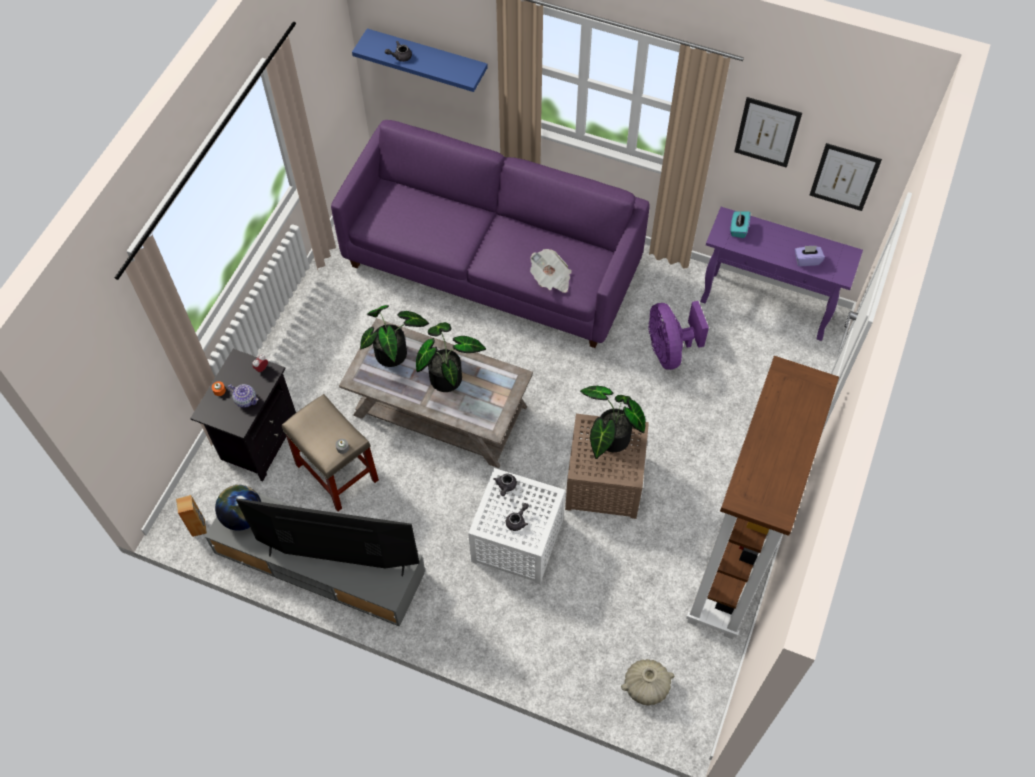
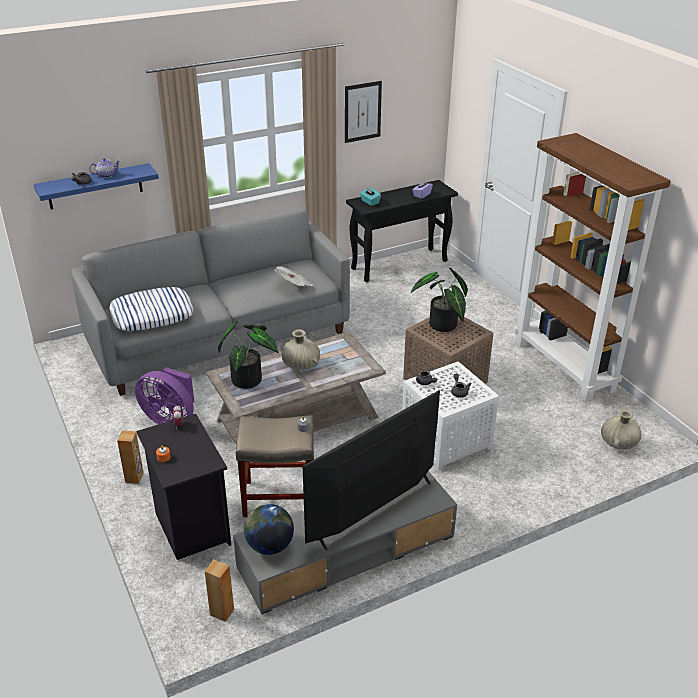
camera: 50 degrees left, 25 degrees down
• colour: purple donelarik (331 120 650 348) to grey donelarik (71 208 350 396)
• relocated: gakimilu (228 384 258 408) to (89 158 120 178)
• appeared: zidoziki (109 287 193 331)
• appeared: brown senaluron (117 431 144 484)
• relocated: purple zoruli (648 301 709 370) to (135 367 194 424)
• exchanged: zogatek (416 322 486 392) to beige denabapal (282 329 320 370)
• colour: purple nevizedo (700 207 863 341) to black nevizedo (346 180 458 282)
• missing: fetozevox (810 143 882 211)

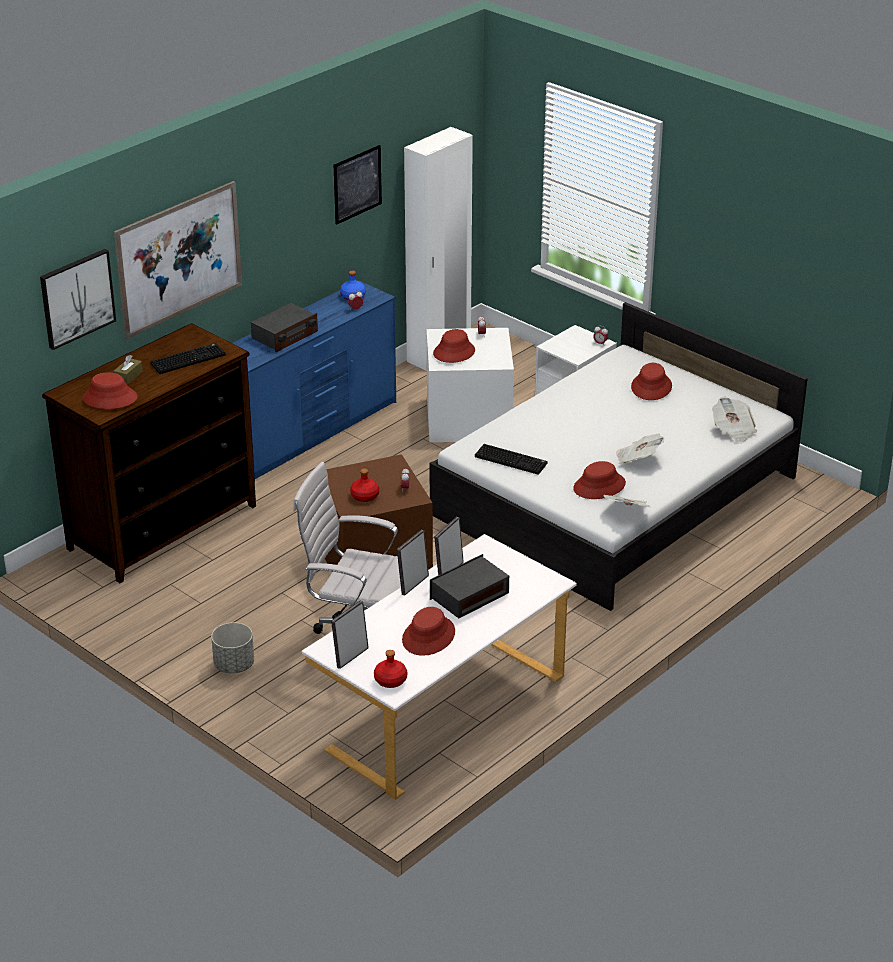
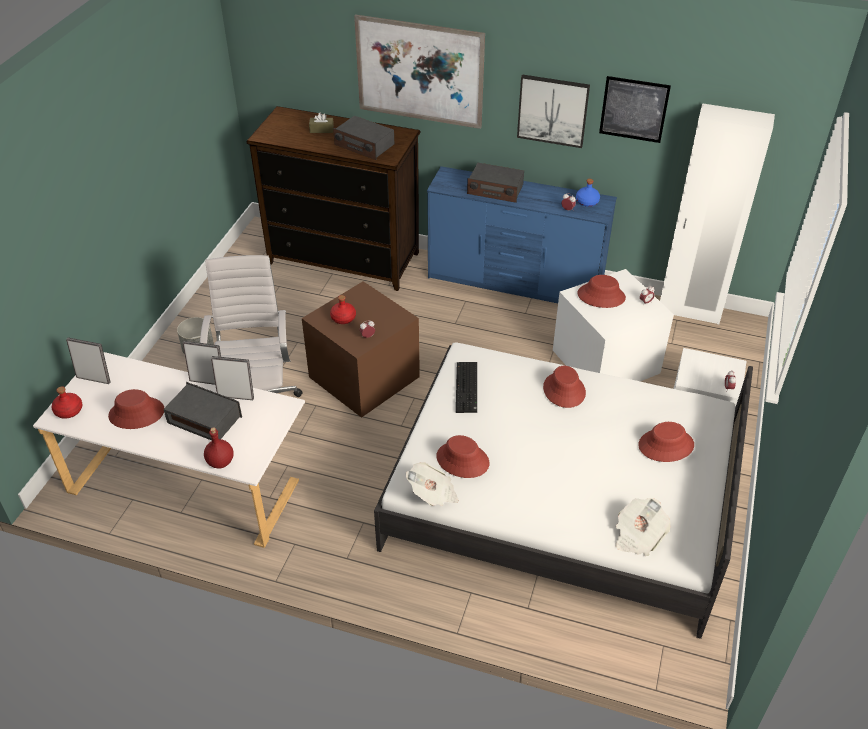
camera: 65 degrees right, 10 degrees up
• appeared: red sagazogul (204 427 234 469)
• exchanged: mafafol (151 343 226 374) to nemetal (333 116 394 160)
• relocated: fetozevox (40 249 116 350) to (517 74 590 148)
• relocated: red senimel (83 373 138 409) to (543 366 586 408)
• missing: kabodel (616 433 664 464)

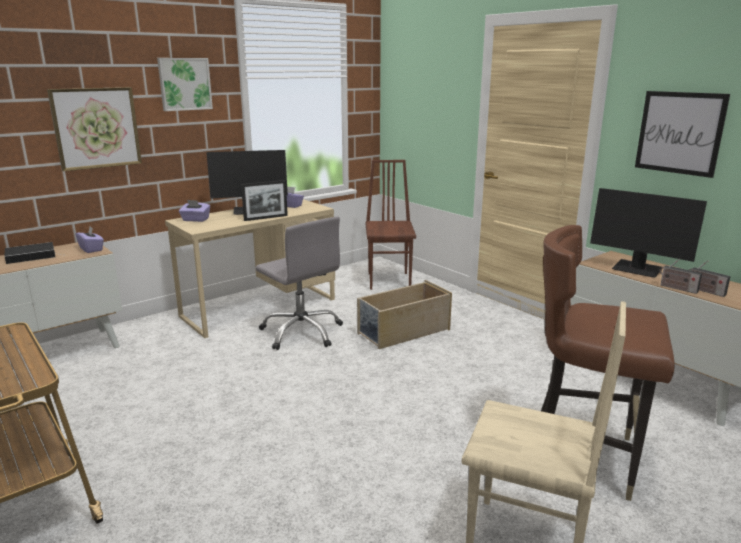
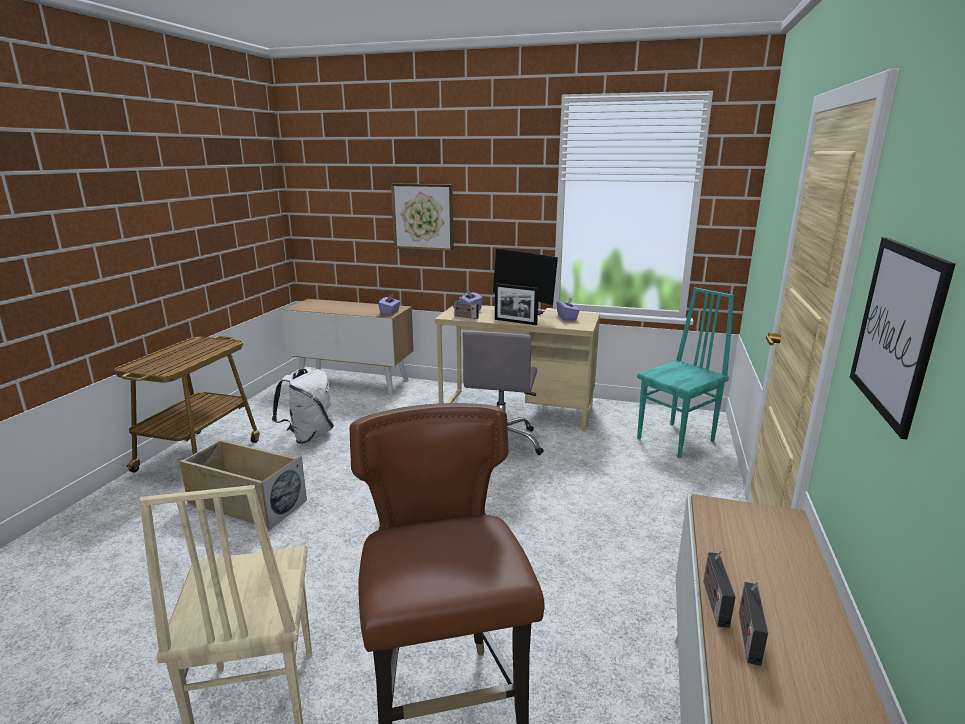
camera: 55 degrees right, 0 degrees up
• relocated: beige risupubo (357 280 452 349) to (179 439 307 530)
• appeared: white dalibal (272 368 334 444)
• appeared: nemetal (453 295 479 319)
• colour: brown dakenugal (366 160 416 290) to turquoise dakenugal (637 287 734 458)
• missing: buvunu (4 242 62 264)
• missing: fetozevox (157 58 213 111)
• missing: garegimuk (590 188 707 278)

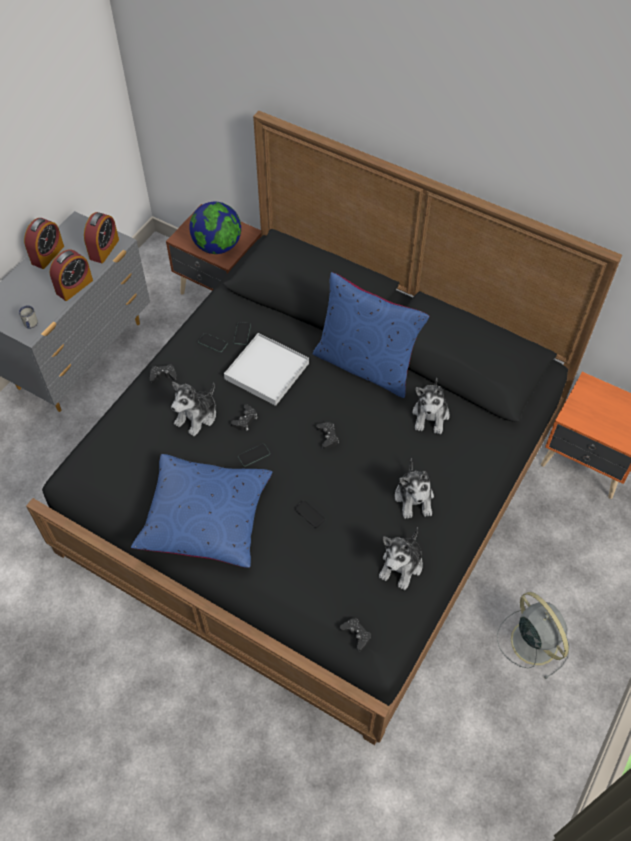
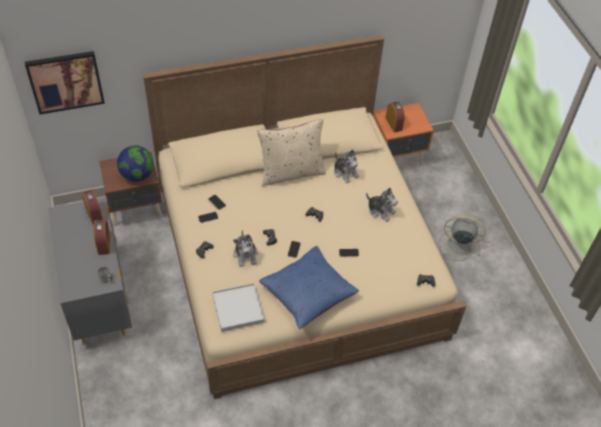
camera: 50 degrees left, 5 degrees down
• appeared: fetozevox (25 51 105 114)
• colour: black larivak (26 111 622 745) to beige larivak (143 35 466 399)
• relocated: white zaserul (224 333 309 406) to (212 283 265 332)
• colour: blue zidoziki (313 272 430 398) to beige zidoziki (257 119 326 186)
• relocated: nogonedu (24 218 64 269) to (385 101 405 133)
• missing: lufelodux (379 527 423 590)

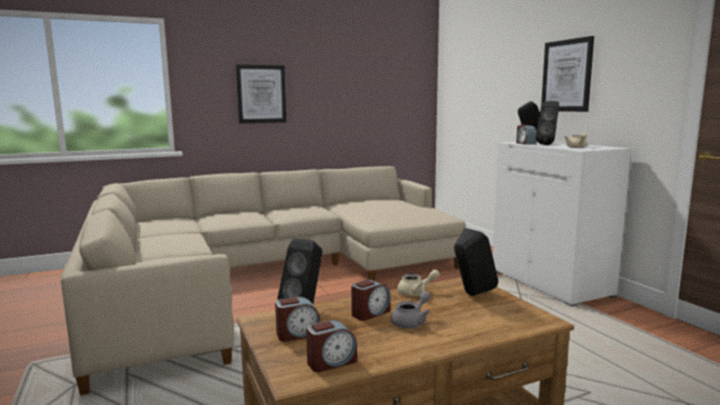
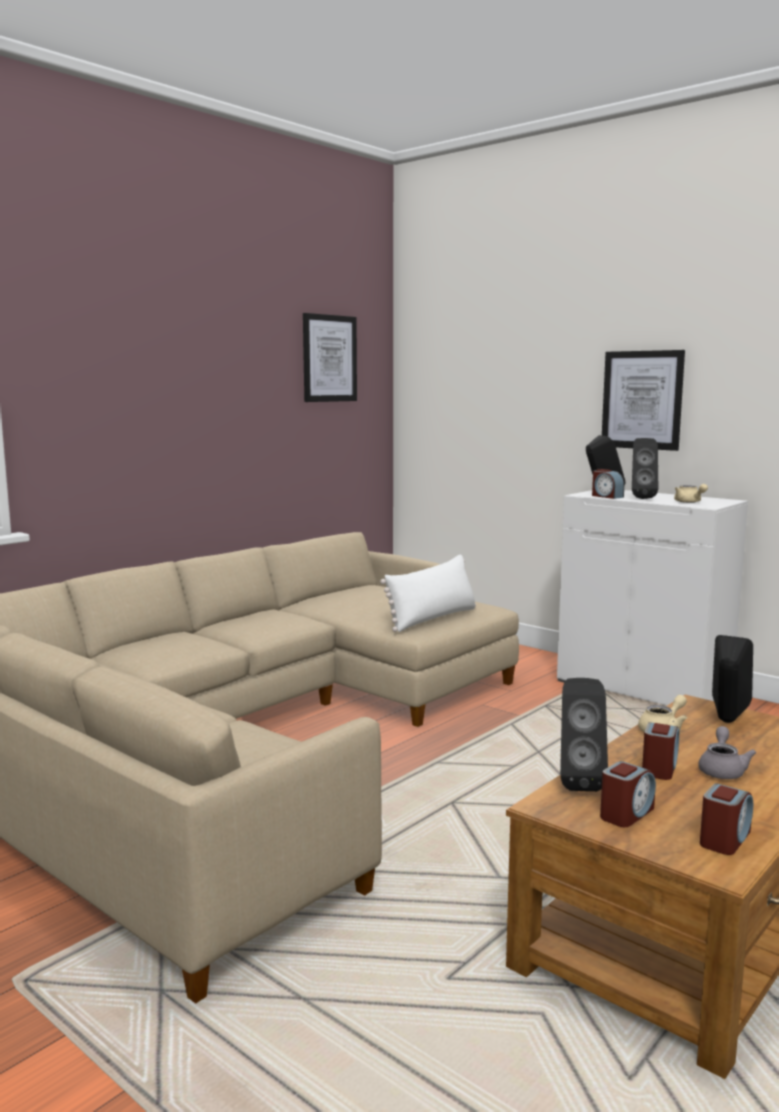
camera: 25 degrees left, 0 degrees up
• relocated: fetozevox (236 64 286 124) to (303 313 357 402)
• appeared: white zidoziki (380 554 476 632)

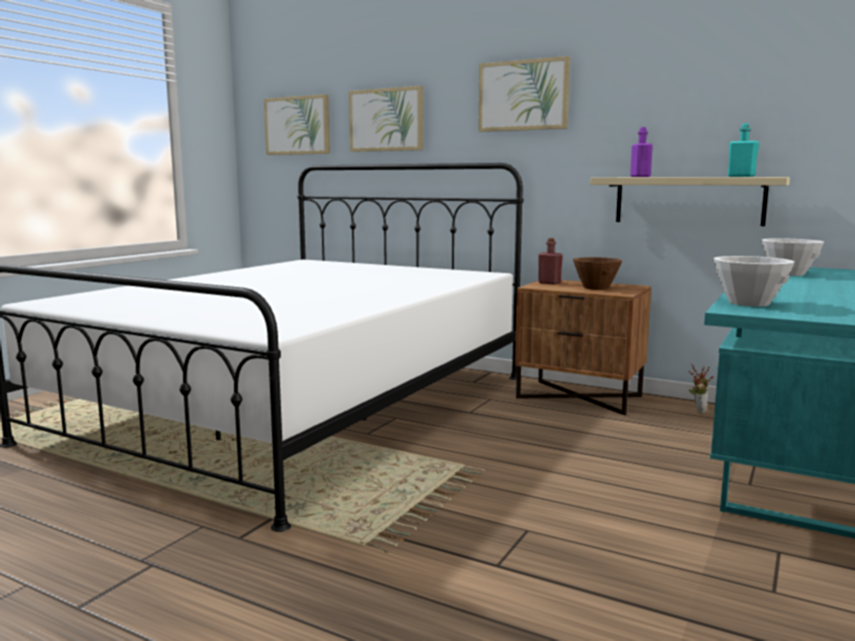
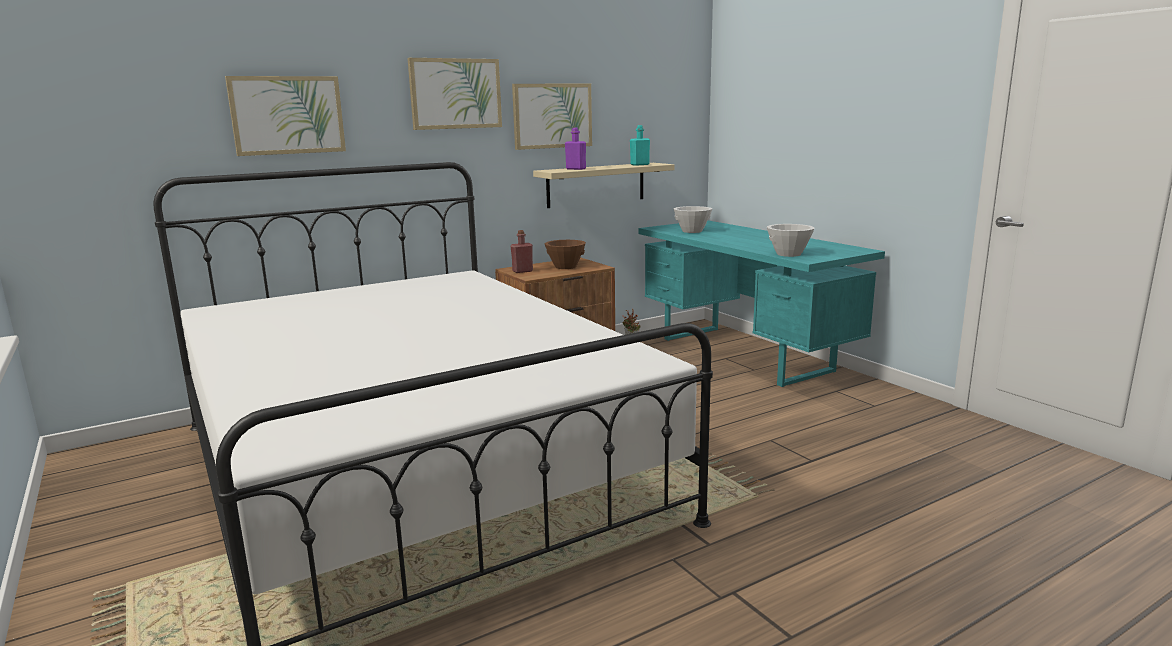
camera: 60 degrees left, 5 degrees up
• relocated: fetozevox (264 94 330 155) to (512 84 592 150)

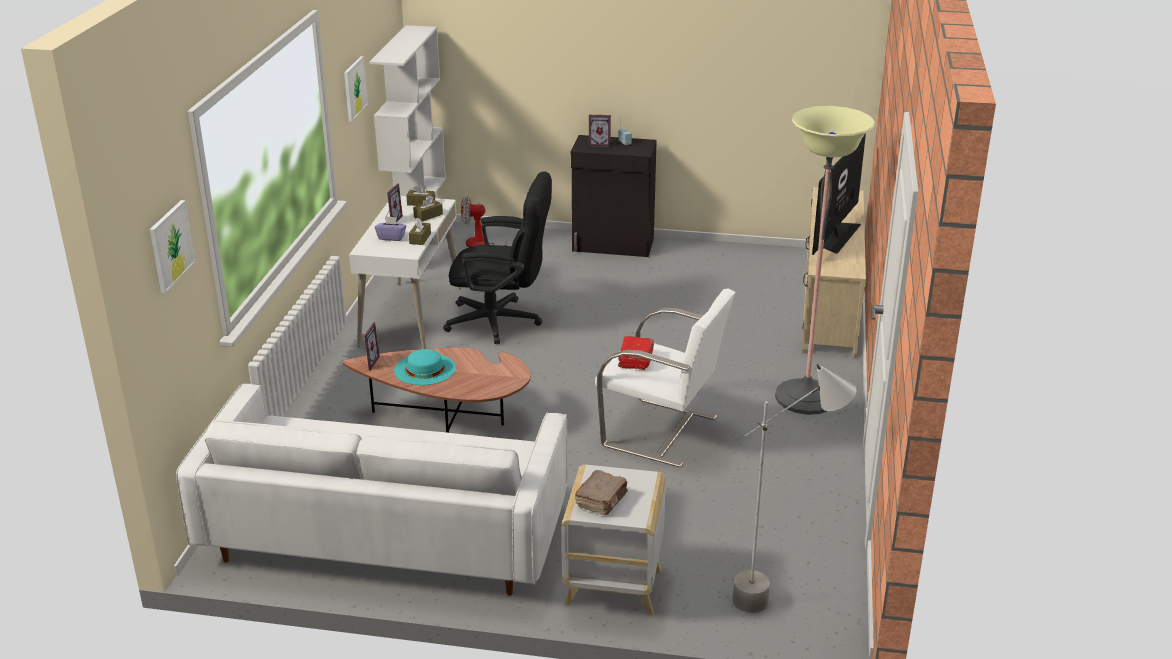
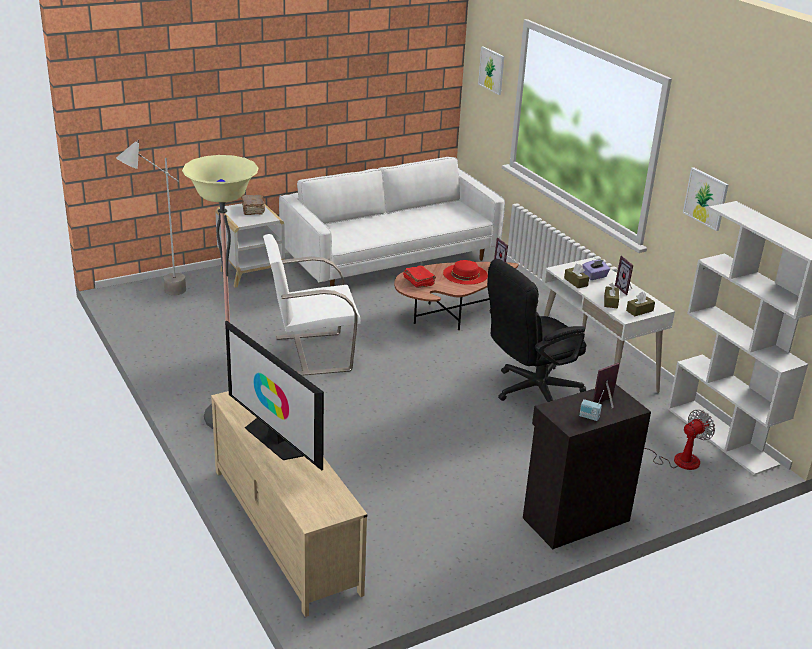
camera: 140 degrees right, 0 degrees up
• spun: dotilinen (812 134 866 255) = (225 321 324 471) 150 degrees clockwise
• relocated: red buvunu (618 336 654 370) to (403 265 436 288)
• colour: turquoise senimel (394 349 456 385) to red senimel (443 260 488 285)

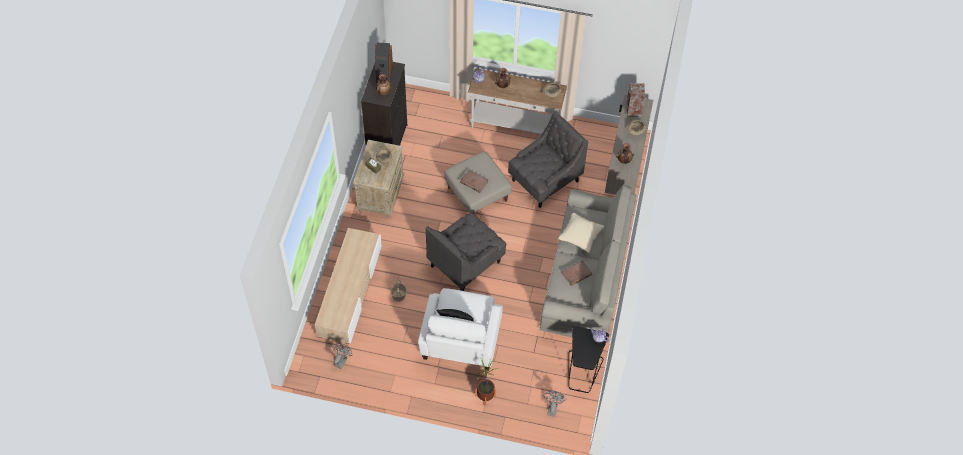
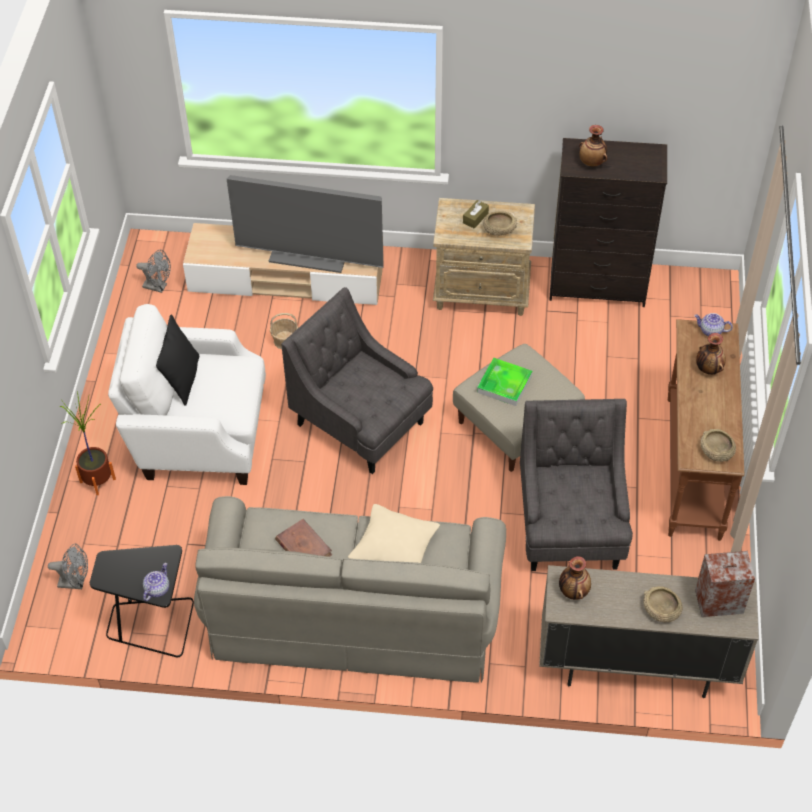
camera: 85 degrees right, 5 degrees down
• appeared: dotilinen (227 175 384 273)
• exchanged: brown buvunu (460 170 488 193) to zaserul (477 358 532 406)
• spun: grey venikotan (508 111 588 208) = (520 399 633 571) 135 degrees counterclockwise
• colour: white nevizedo (468 69 567 134) to brown nevizedo (668 319 744 541)
• missing: senaluron (375 43 393 83)

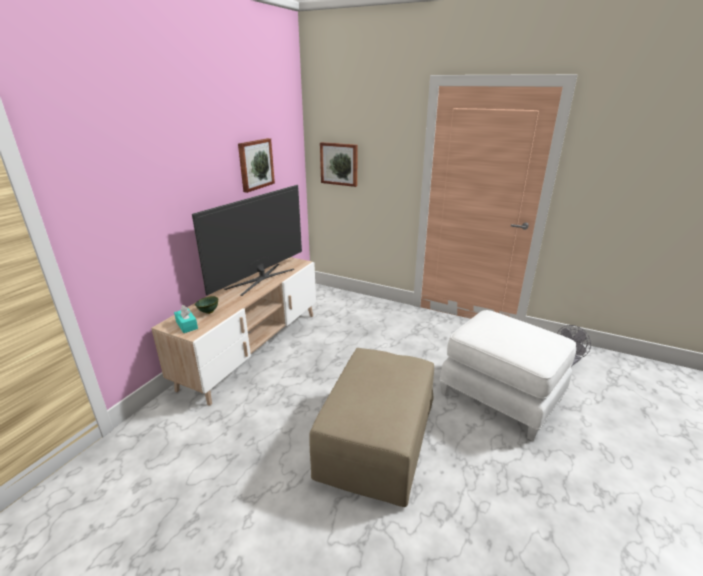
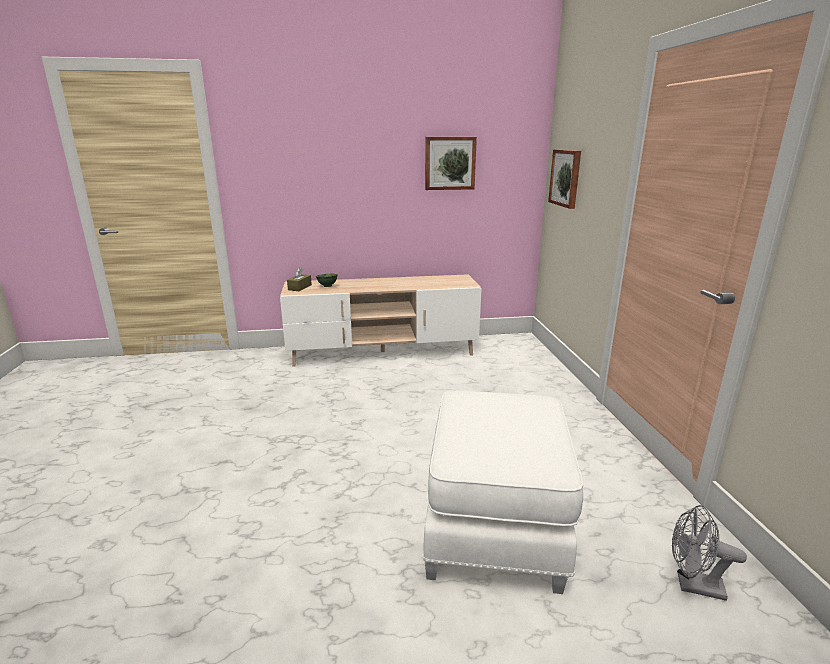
camera: 55 degrees right, 5 degrees down
• colour: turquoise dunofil (174 305 198 333) to brown dunofil (287 268 312 291)
• missing: dotilinen (192 185 302 296)
• missing: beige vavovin (309 348 434 507)

